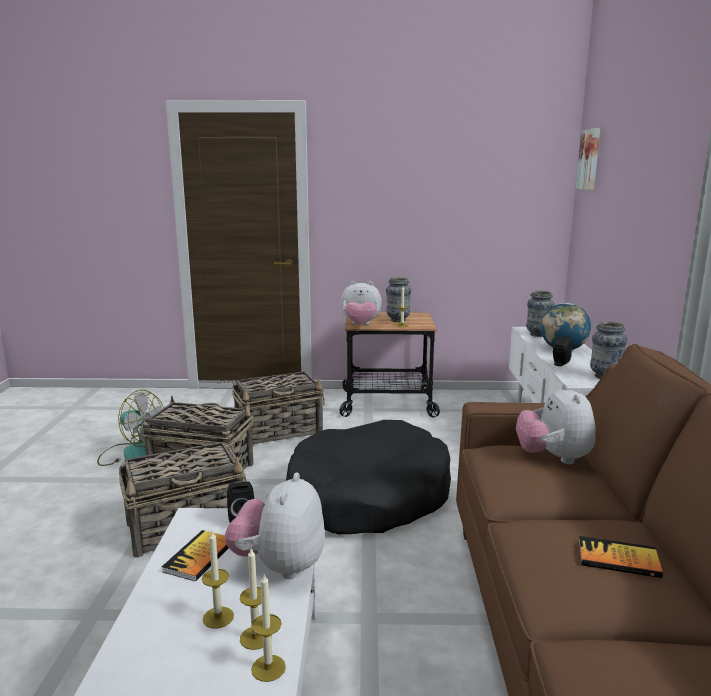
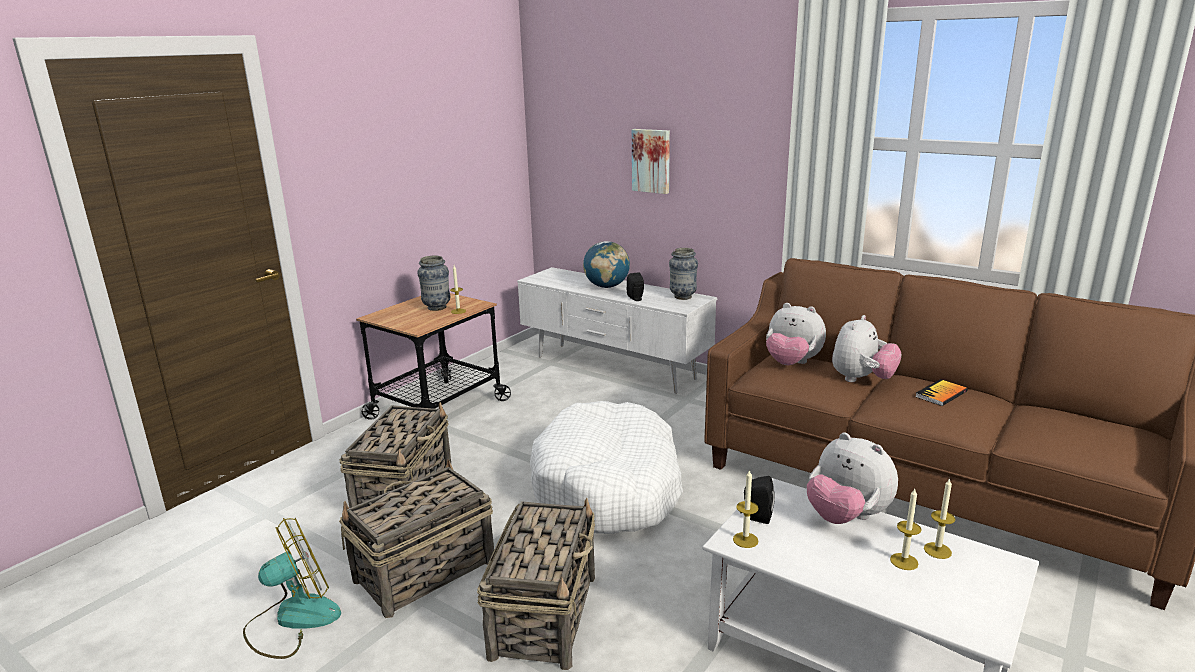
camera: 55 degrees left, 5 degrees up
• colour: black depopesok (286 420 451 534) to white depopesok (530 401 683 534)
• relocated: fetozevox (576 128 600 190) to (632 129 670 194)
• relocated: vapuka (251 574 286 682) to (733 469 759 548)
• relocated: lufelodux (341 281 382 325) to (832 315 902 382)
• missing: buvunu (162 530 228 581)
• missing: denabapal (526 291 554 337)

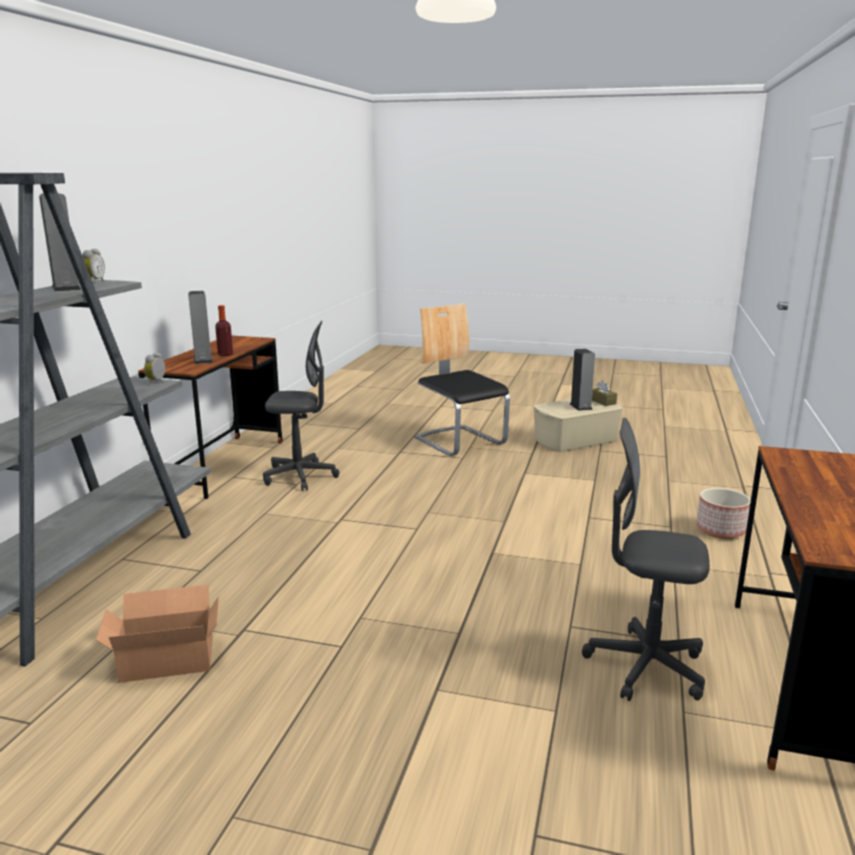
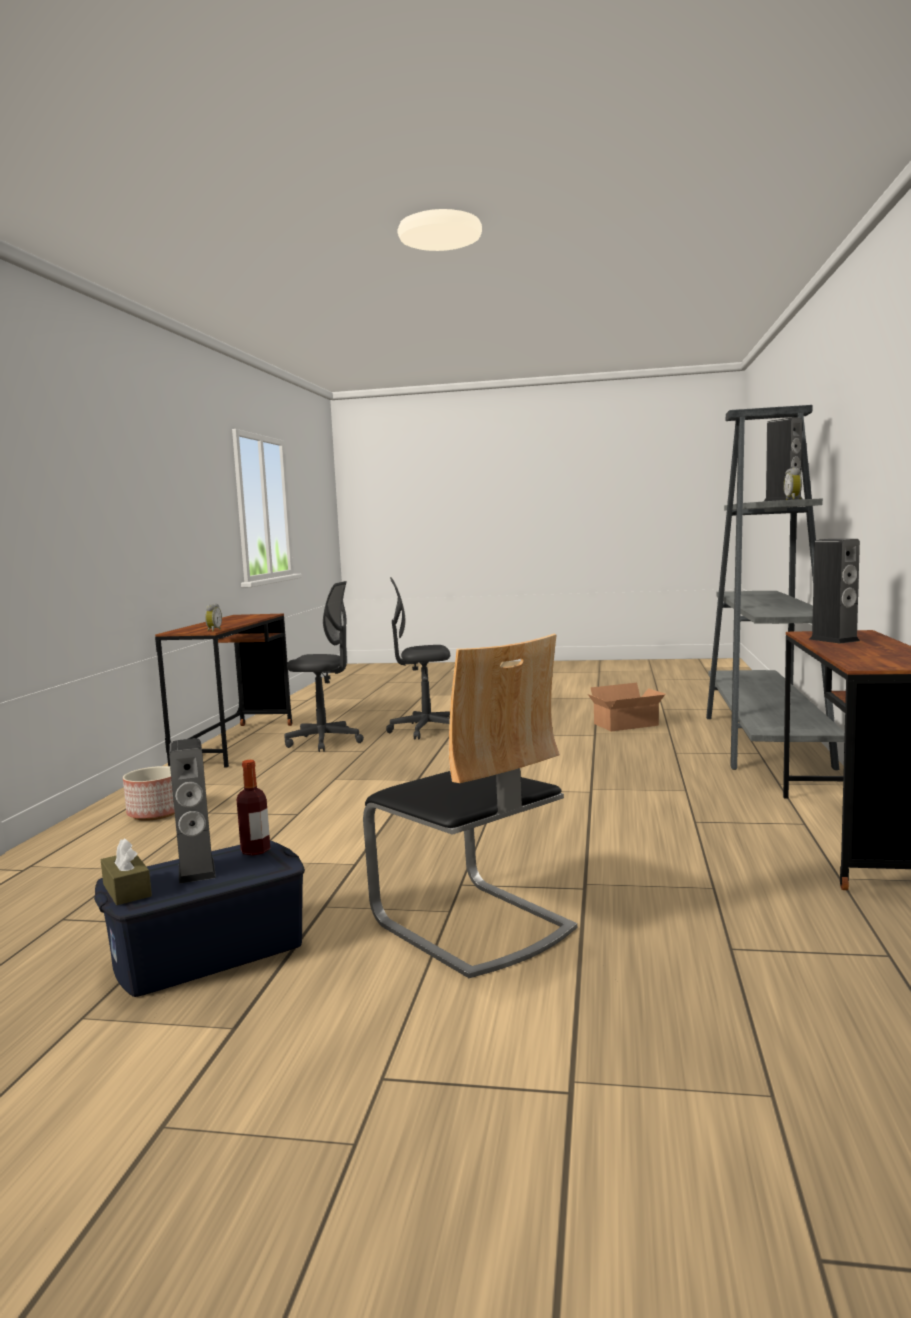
camera: 175 degrees right, 10 degrees down
• colour: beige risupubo (533 399 623 452) to blue risupubo (94 841 305 997)
• relocated: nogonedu (144 352 165 384) to (205 603 222 632)
• relocated: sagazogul (215 305 233 356) to (236 760 270 856)
• relocated: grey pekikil (263 321 340 491) to (386 577 450 740)

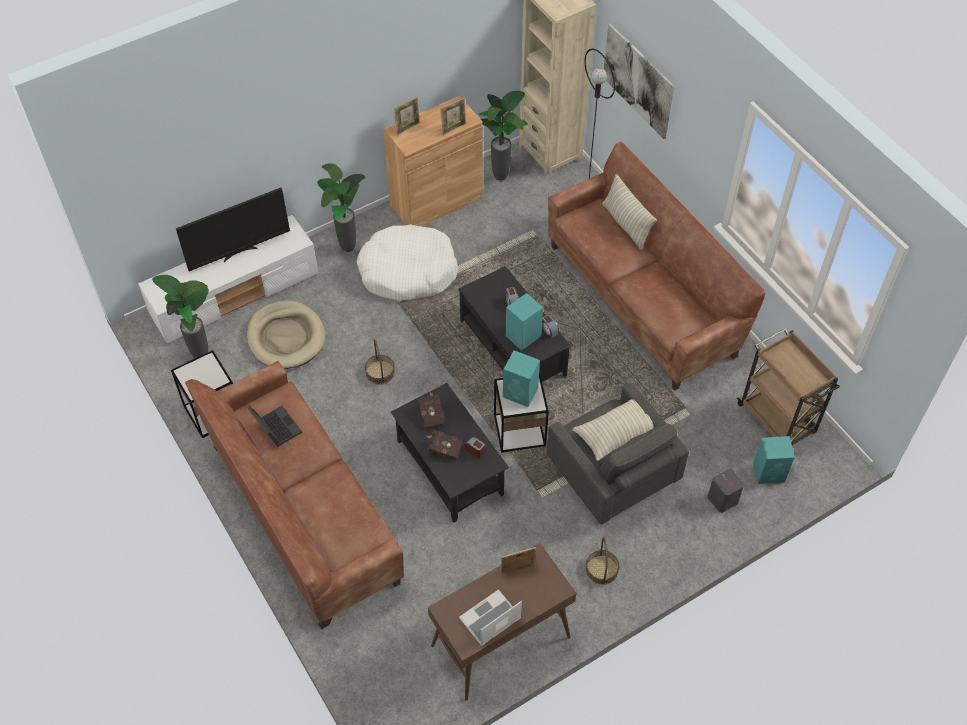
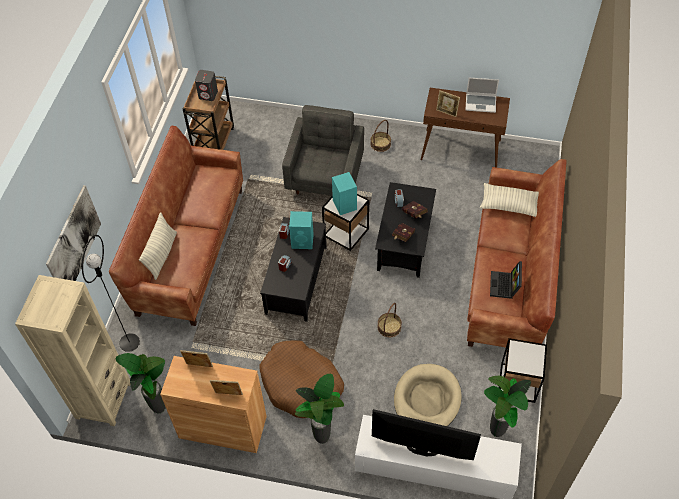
camera: 135 degrees left, 0 degrees up
• relocated: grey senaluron (708 468 744 513) to (195 70 218 101)
• colour: white depopesok (357 224 458 300) to brown depopesok (260 340 344 418)
• relocated: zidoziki (573 399 654 461) to (479 183 539 217)
• missing: turquoise senaluron (753 436 795 484)

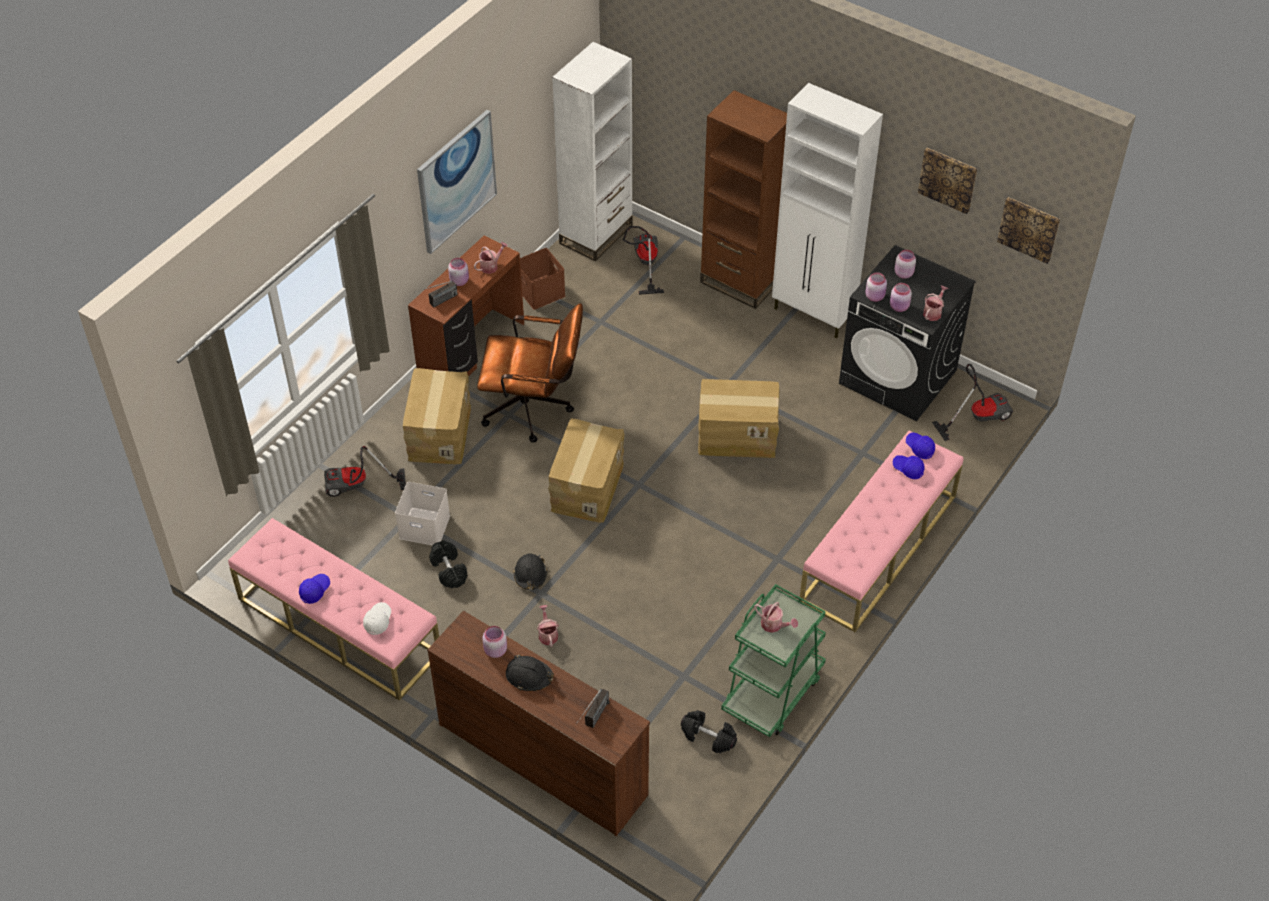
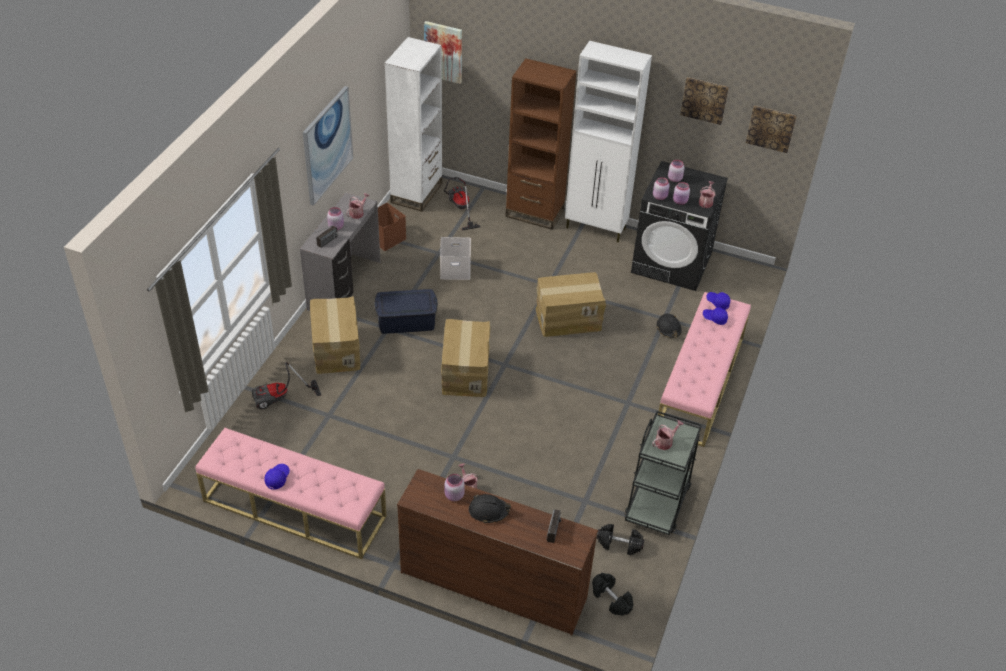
camera: 15 degrees left, 5 degrees down
• colour: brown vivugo (408 235 524 376) to grey vivugo (300 193 381 311)
• exchanged: brown pekikil (477 303 583 443) to blue risupubo (374 289 438 334)
• appeared: fetozevox (424 21 462 84)
• relocated: white risupubo (395 482 450 545) to (440 237 471 280)
• relocated: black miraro (429 540 467 588) to (592 573 634 616)
• colour: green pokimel (721 584 826 737) to black pokimel (625 411 702 535)
• spun: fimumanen (754 602 798 633) = (652 420 684 450) 60 degrees counterclockwise
• relocated: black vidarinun (513 553 547 590) to (657 314 682 338)
• missing: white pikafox (363 602 391 635)
• missing: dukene (932 364 1014 441)

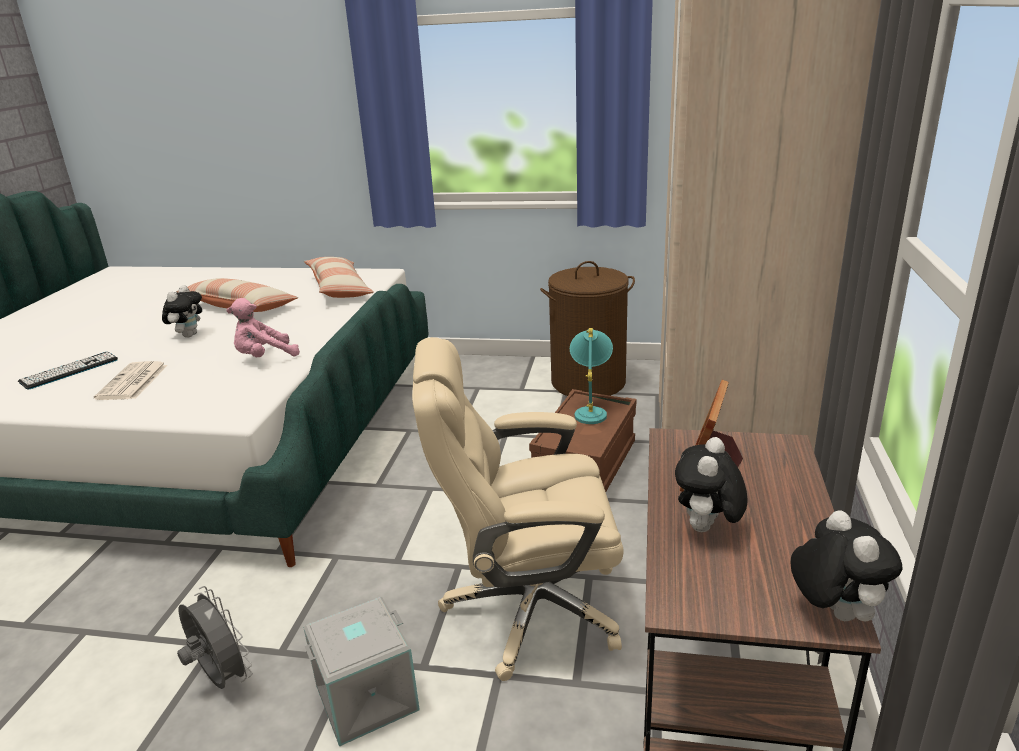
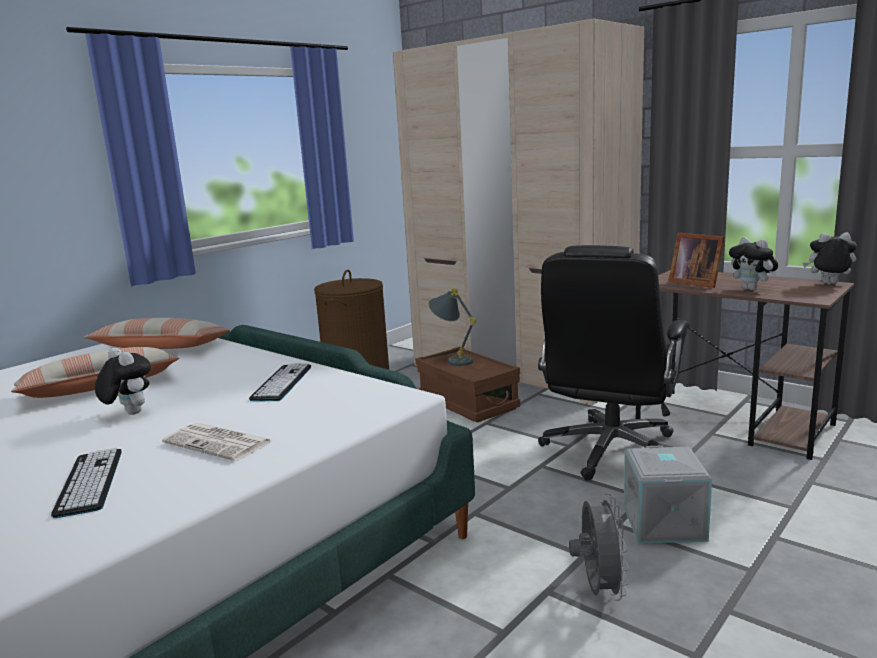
camera: 60 degrees left, 10 degrees down
• exchanged: pink lufelodux (227 298 300 357) to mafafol (249 363 311 401)
• colour: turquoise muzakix (570 328 613 424) to grey muzakix (429 288 477 366)
• colour: beige pekikil (412 337 624 681) to black pekikil (538 245 690 481)
• spun: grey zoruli (177 586 253 689) = (569 493 629 601) 105 degrees clockwise

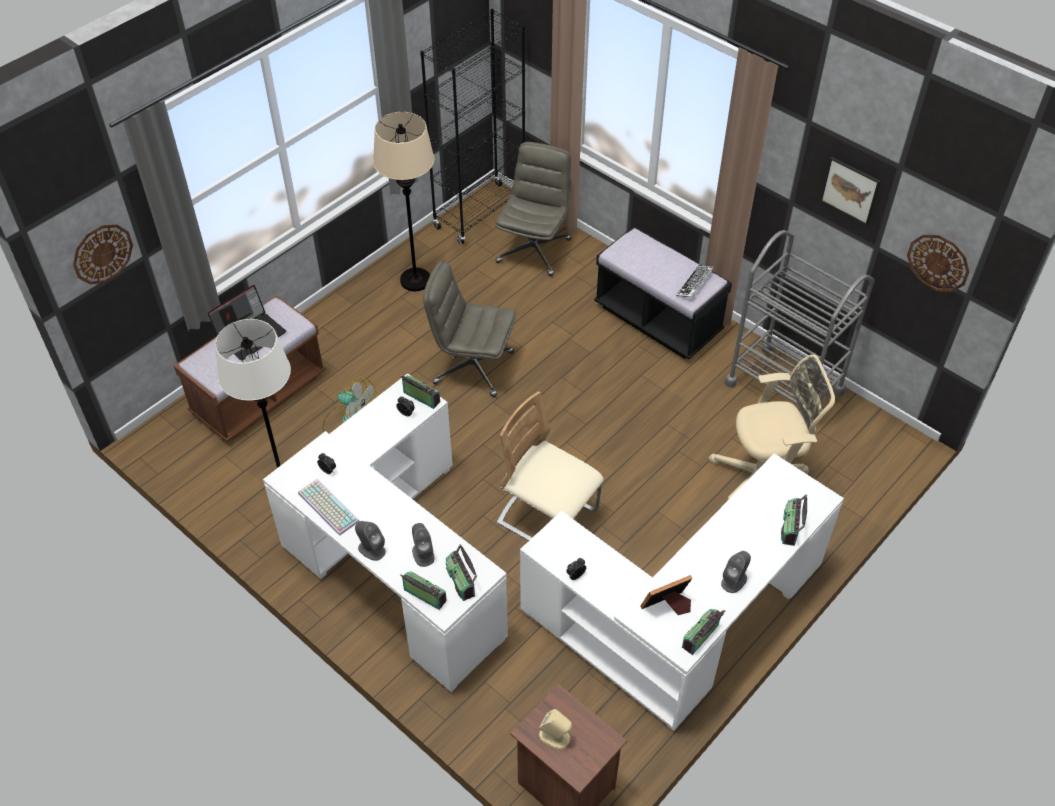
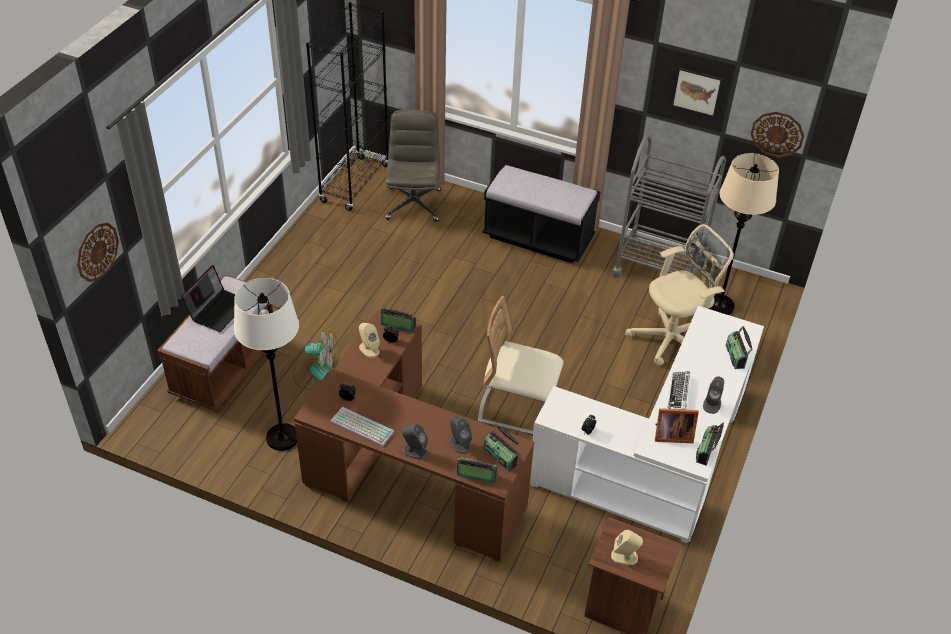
camera: 20 degrees left, 5 degrees down
• colour: white vivugo (263 373 508 692) to brown vivugo (294 310 534 562)
• appeared: beige senaluron (359 323 380 358)
• spun: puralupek (641 575 692 615) = (655 408 699 443) 135 degrees counterclockwise
• relocated: mafafol (676 265 714 298) to (667 371 690 410)
• relocated: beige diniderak (373 112 435 291) to (709 153 779 315)
• missing: grey pekikil (423 261 516 397)

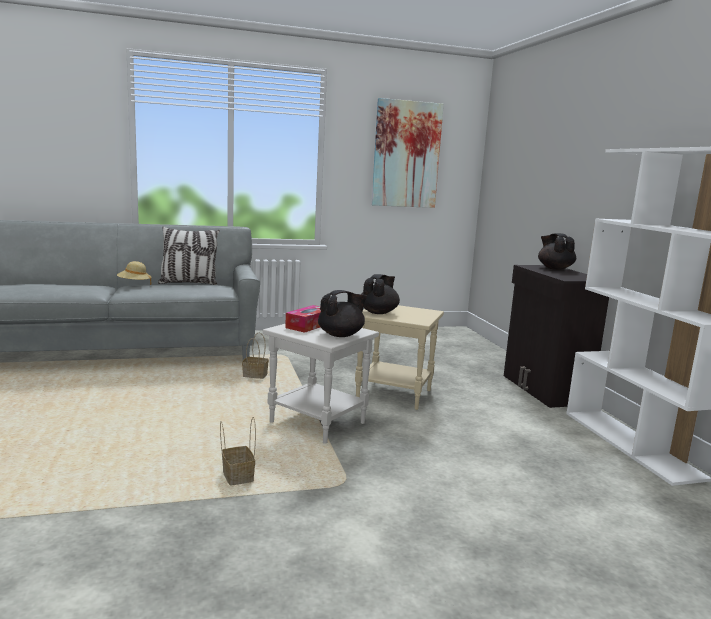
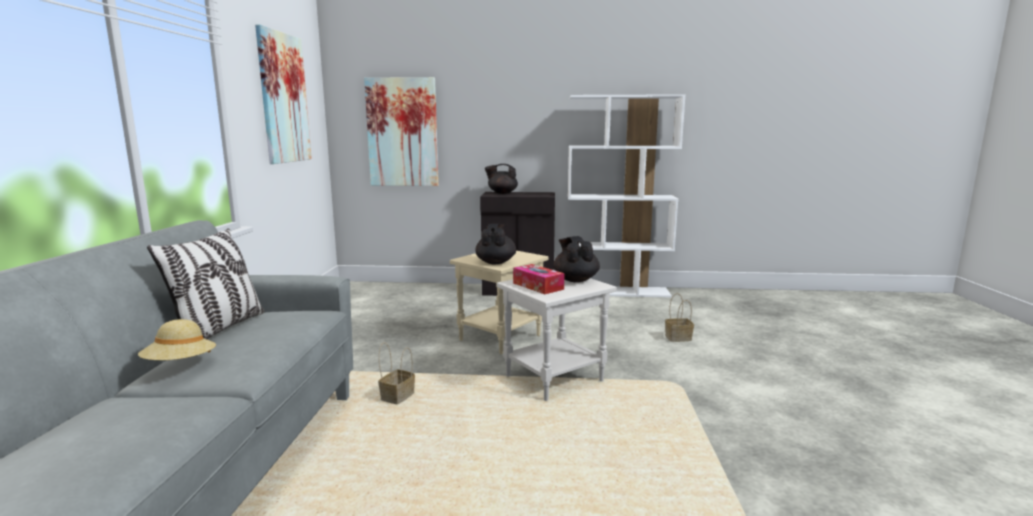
camera: 70 degrees left, 0 degrees up
• appeared: fetozevox (364 77 439 186)
• spun: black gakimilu (362 274 400 314) = (475 224 516 264) 45 degrees clockwise
• relocated: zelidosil (220 417 256 486) to (665 293 694 342)

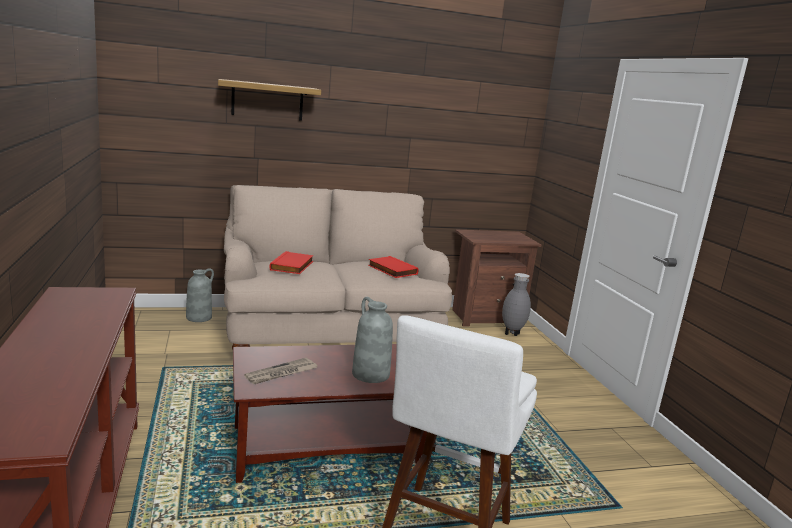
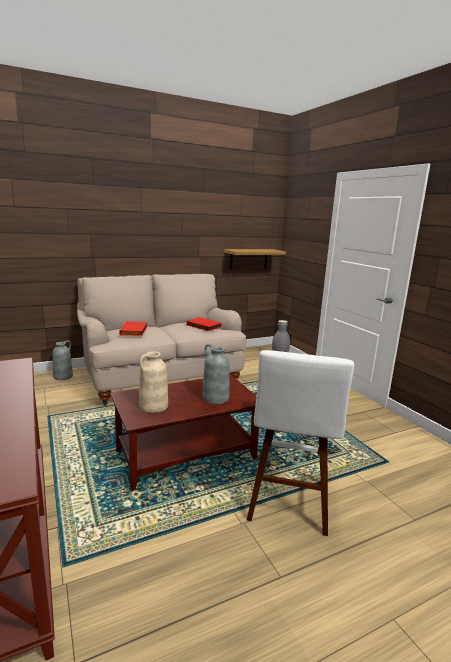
camera: 10 degrees left, 0 degrees up
• exchanged: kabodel (244 358 317 384) to beige denabapal (139 351 168 413)
• relocated: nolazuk (218 79 321 121) to (224 249 286 269)
• missing: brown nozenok (452 229 541 326)

